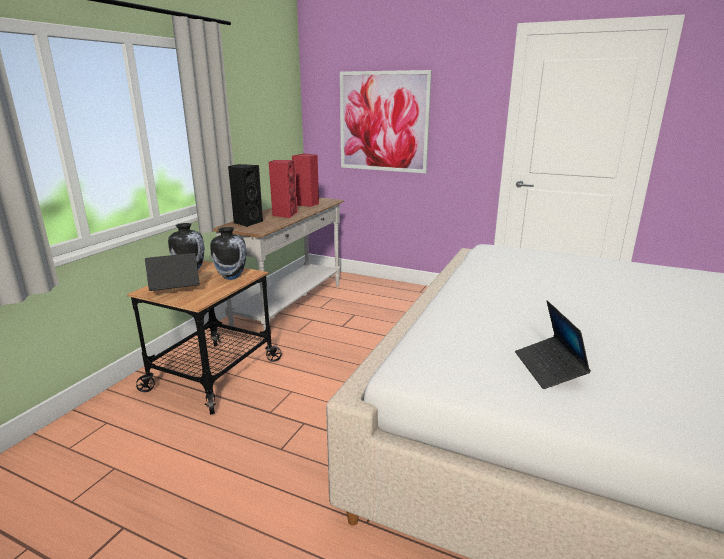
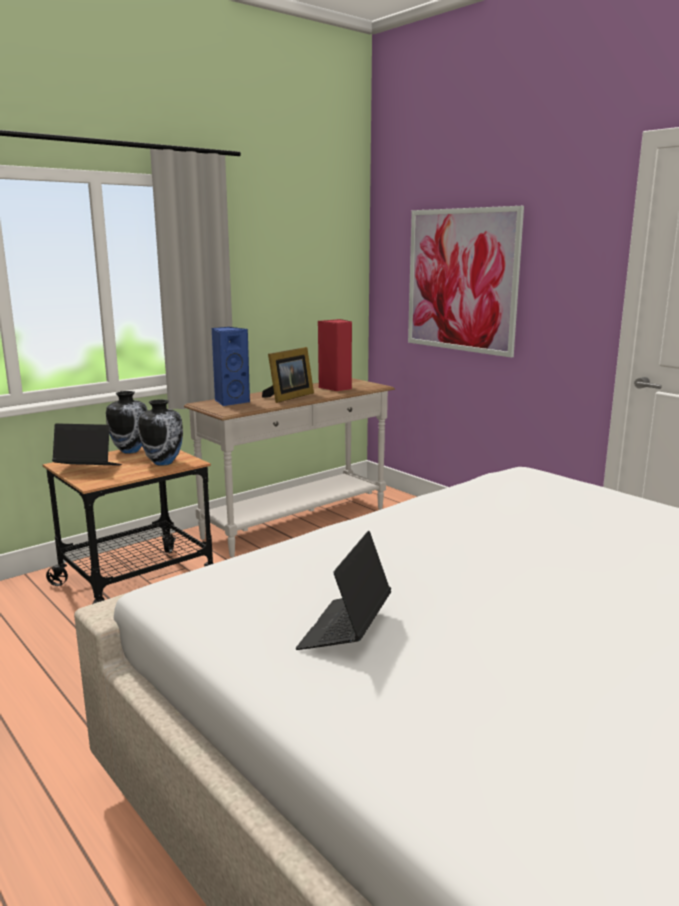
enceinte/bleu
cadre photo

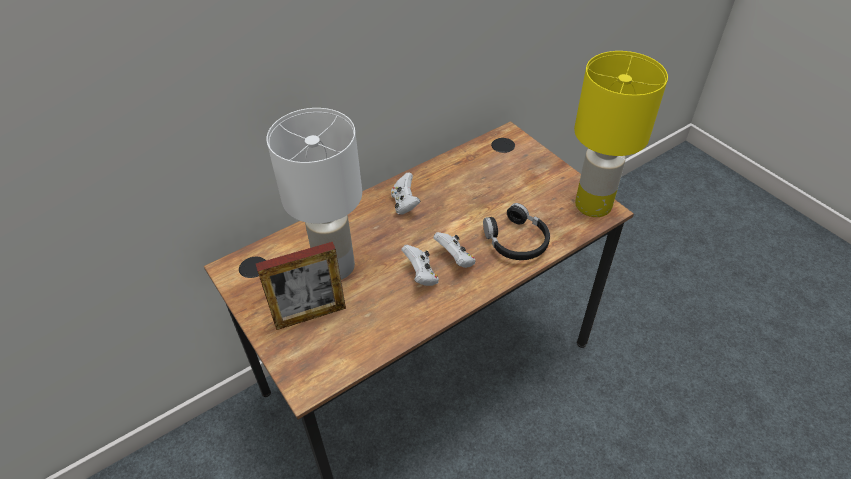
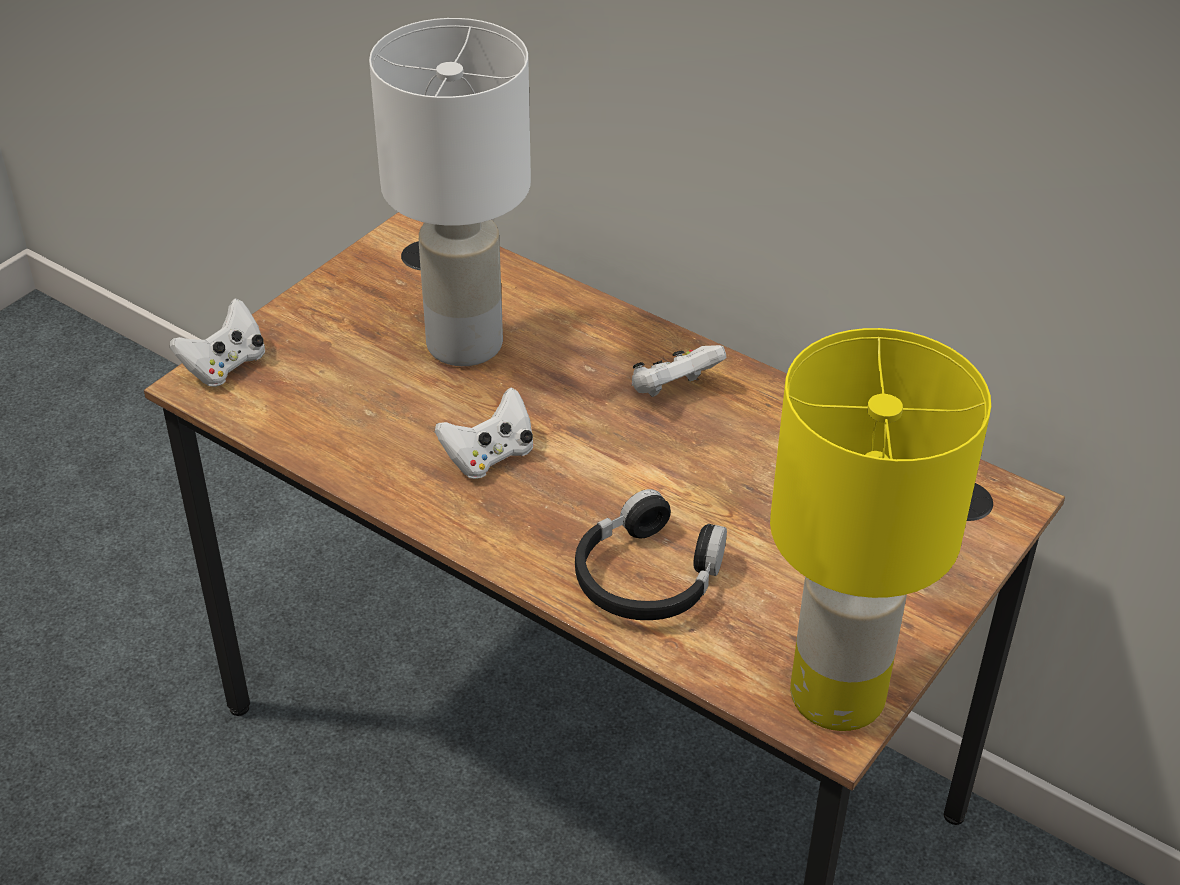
manette/blanc (no. 1 from left)
cadre photo

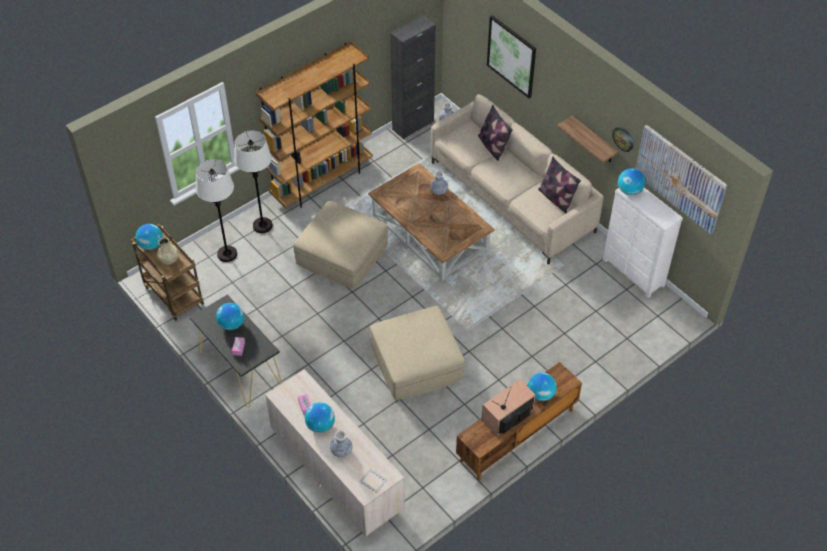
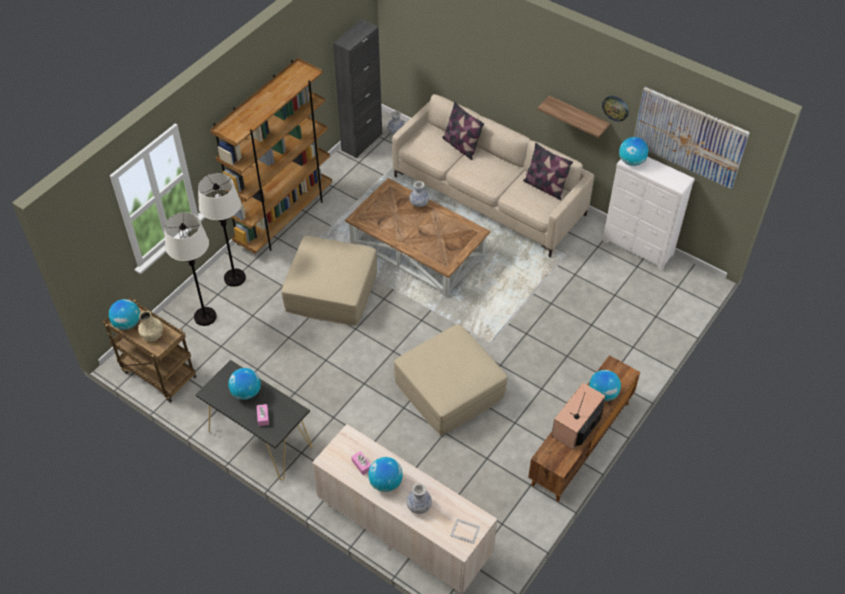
tableau (no. 1 from left in the first image)

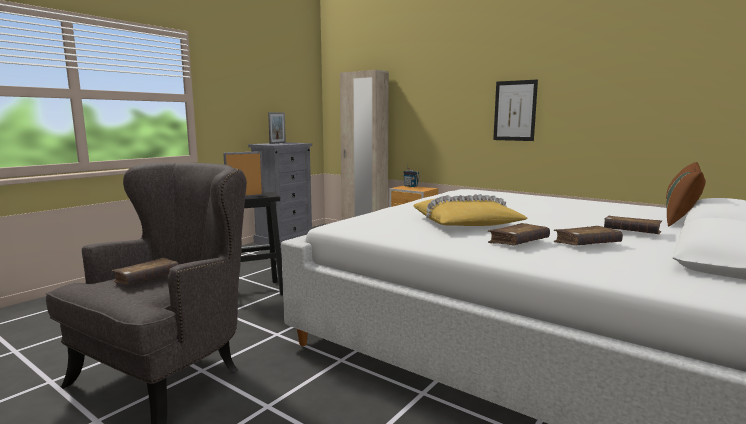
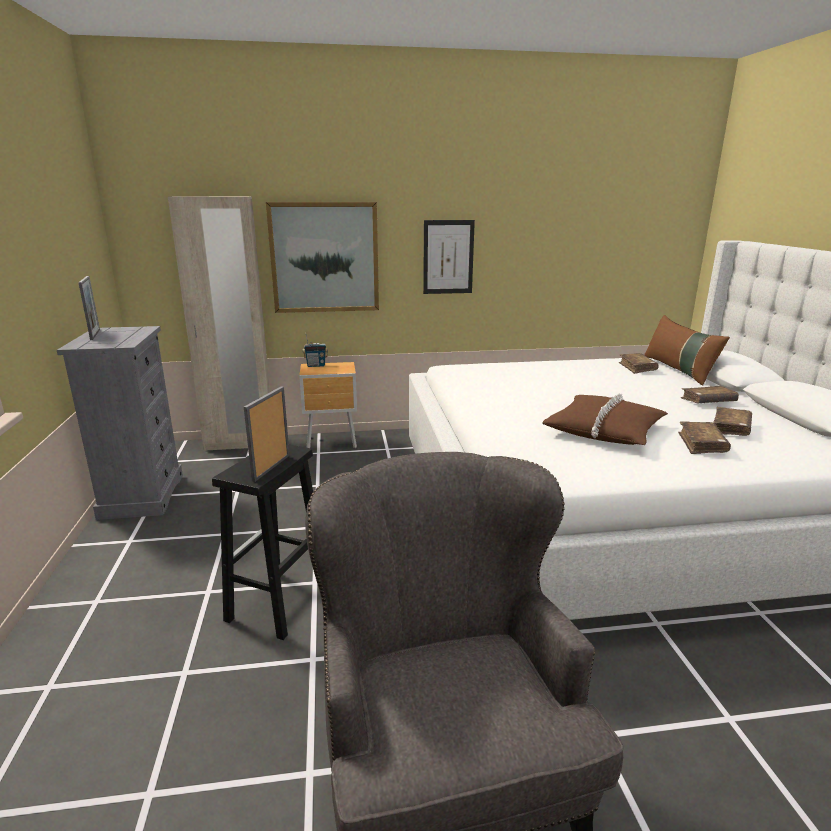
tableau (no. 1 from left)
coussin/marron (no. 1 from left)
livre/marron (no. 1 from left)

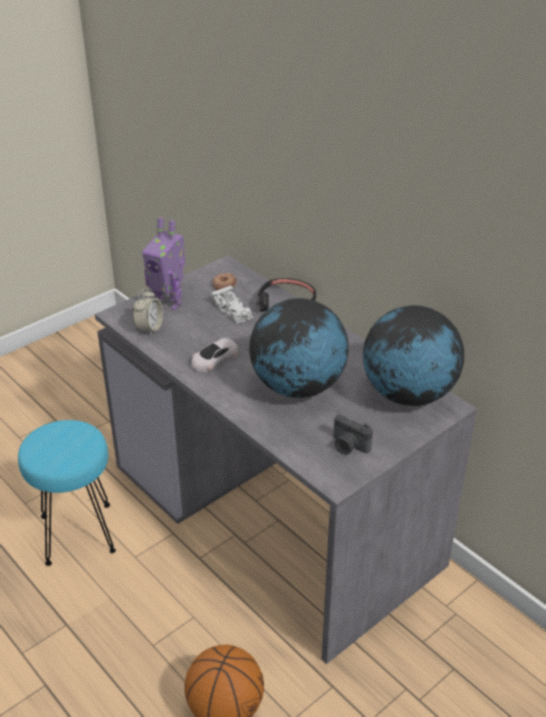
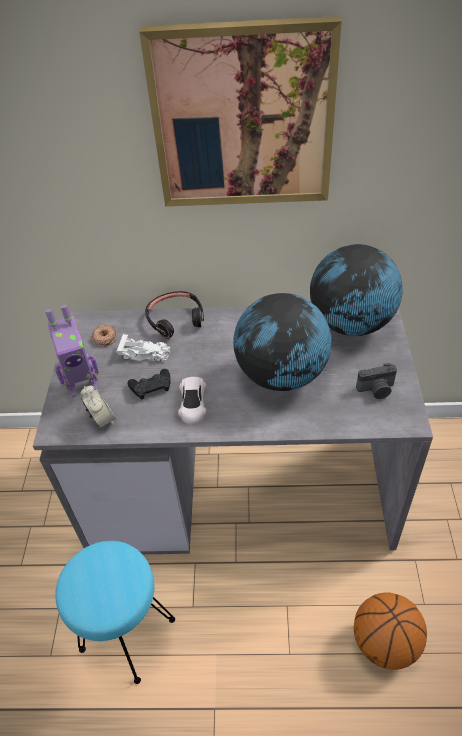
manette/noir
tableau

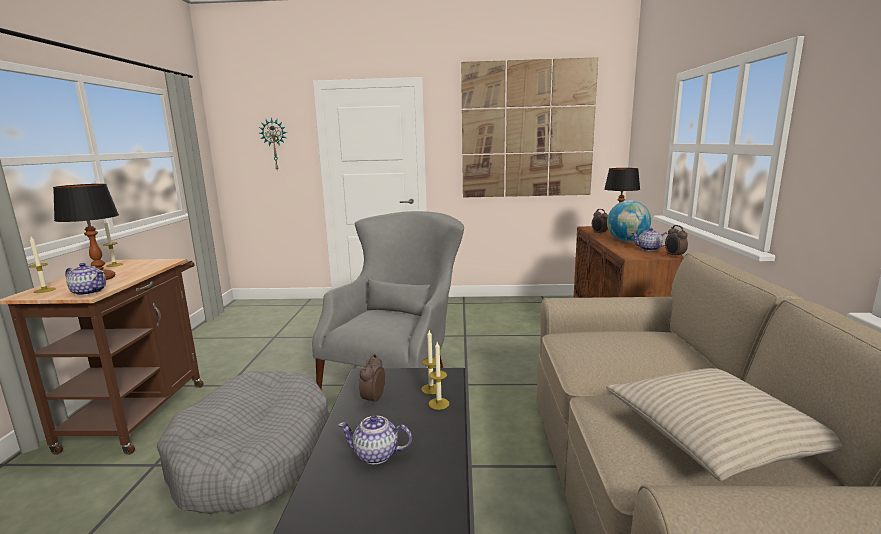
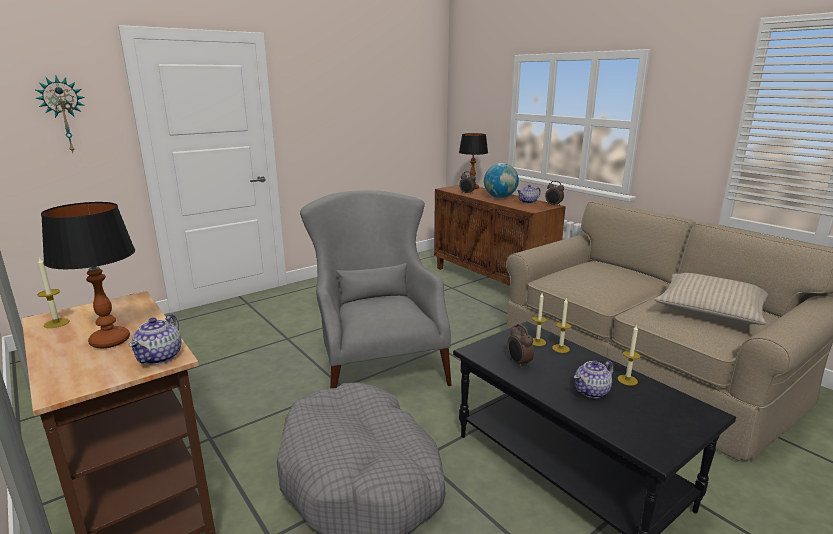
théière (no. 1 from left)
bougie (no. 4 from left)
tableau

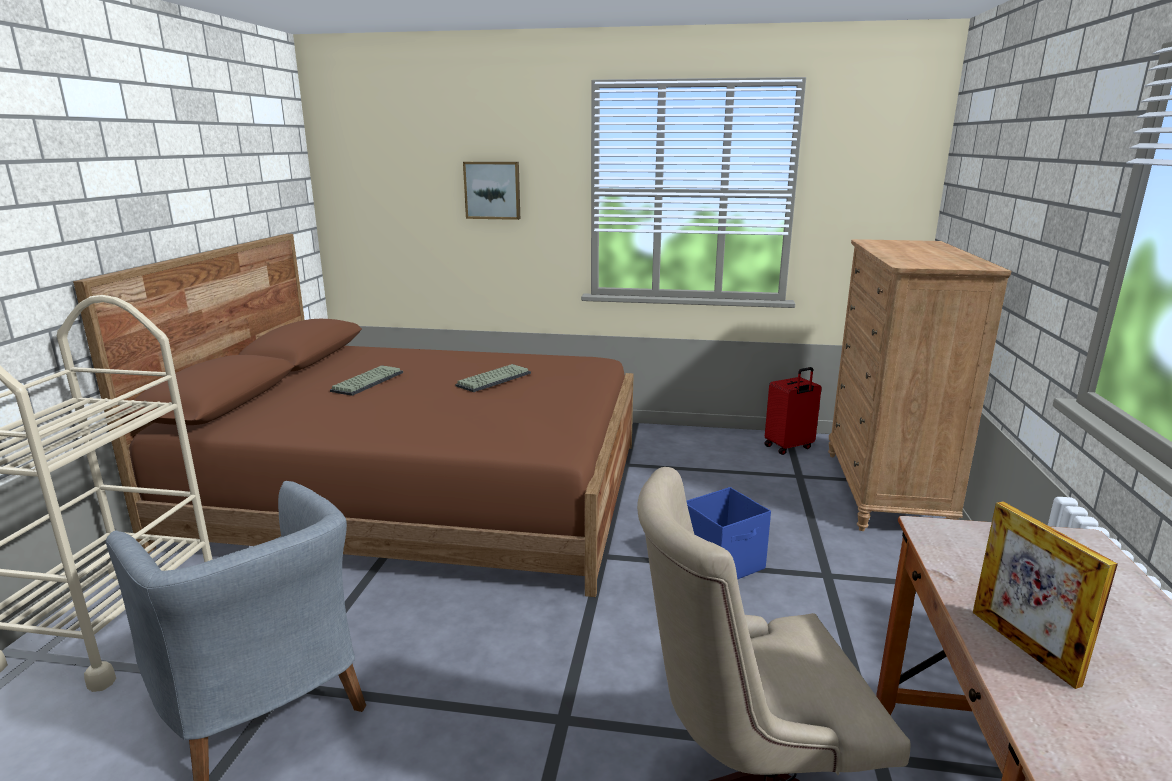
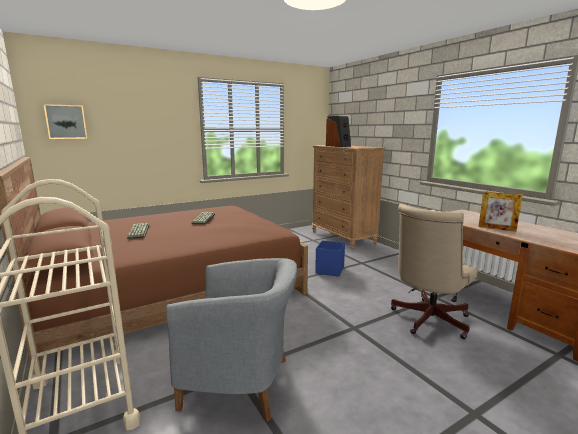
tableau
enceinte
valise/rouge

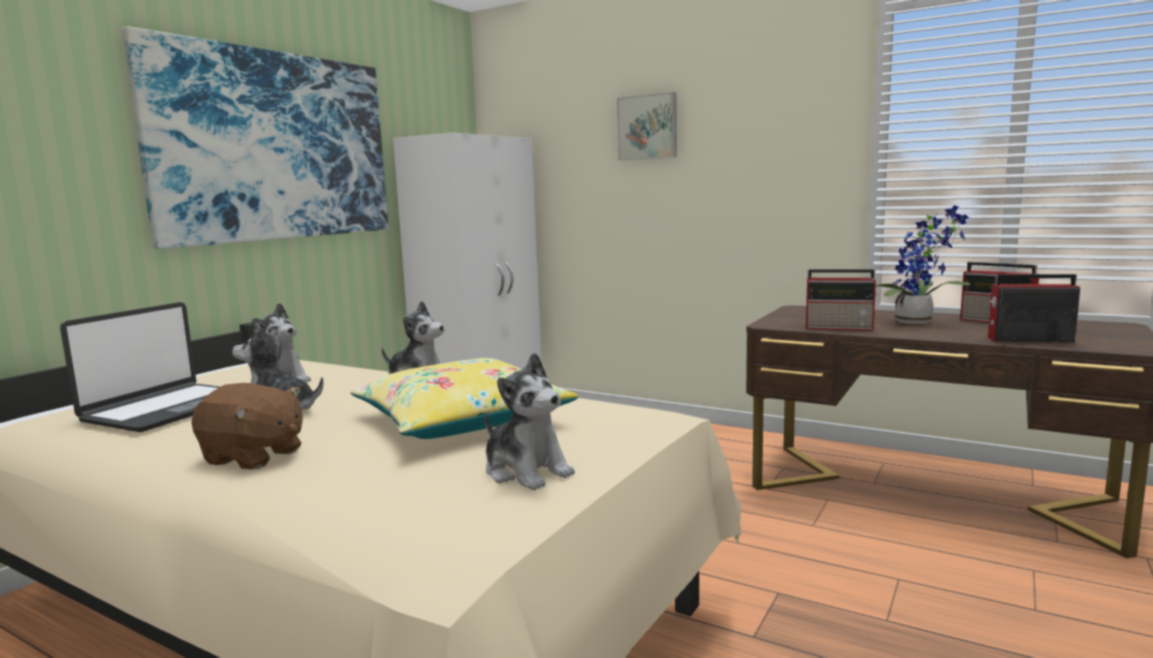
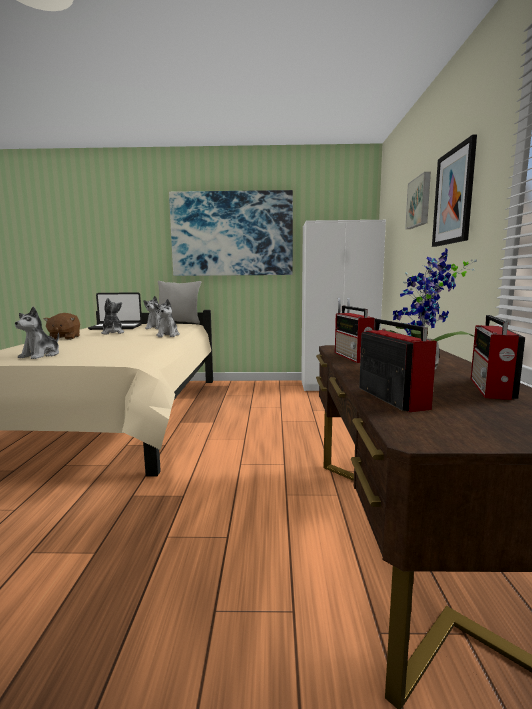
coussin/gris
tableau (no. 3 from left)
coussin/jaune

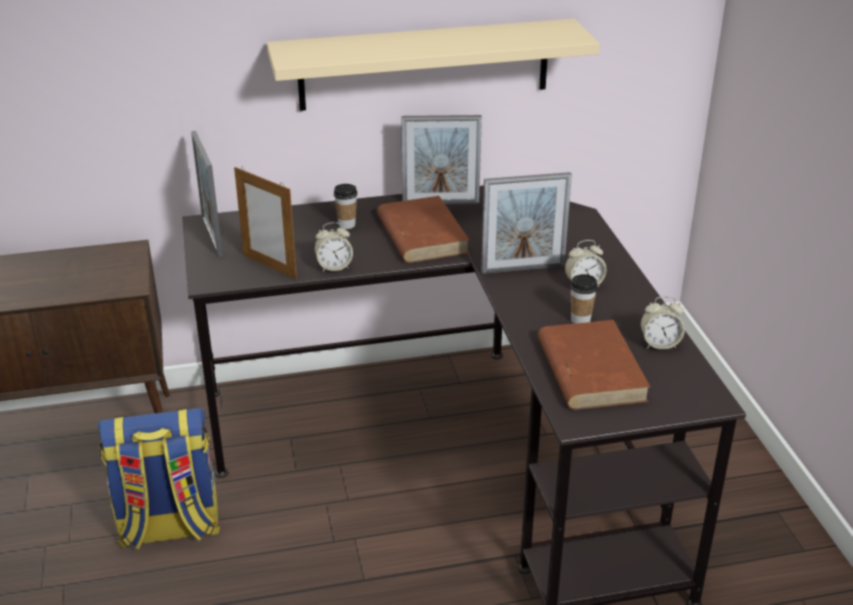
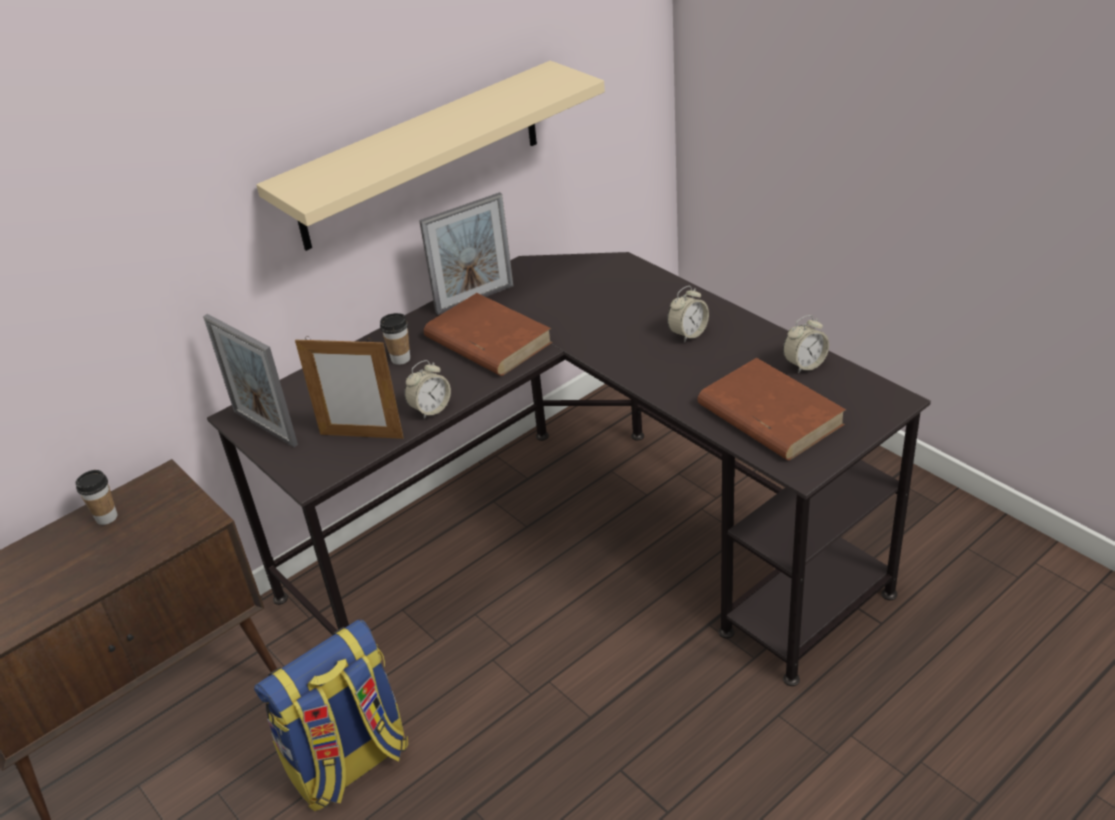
tasse (no. 1 from left)
cadre photo (no. 4 from left in the first image)

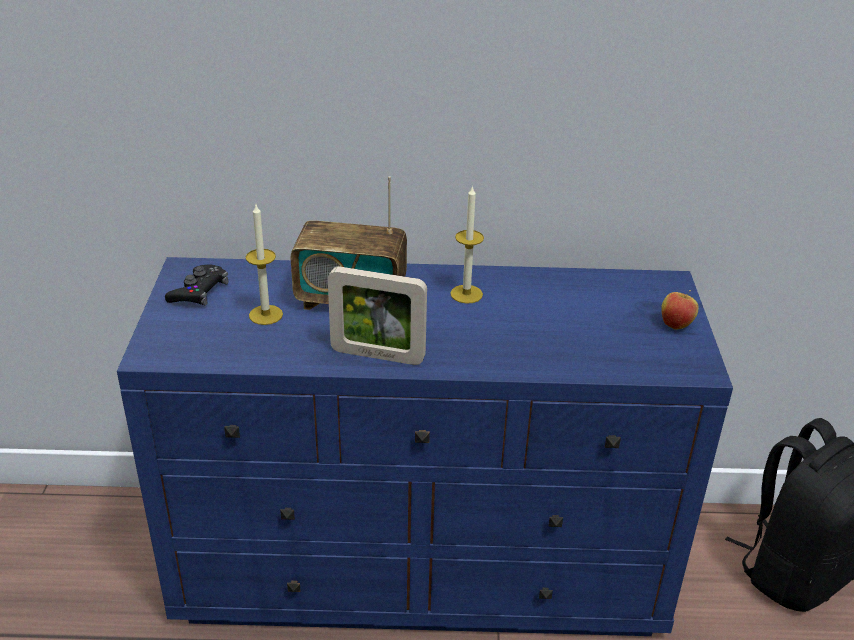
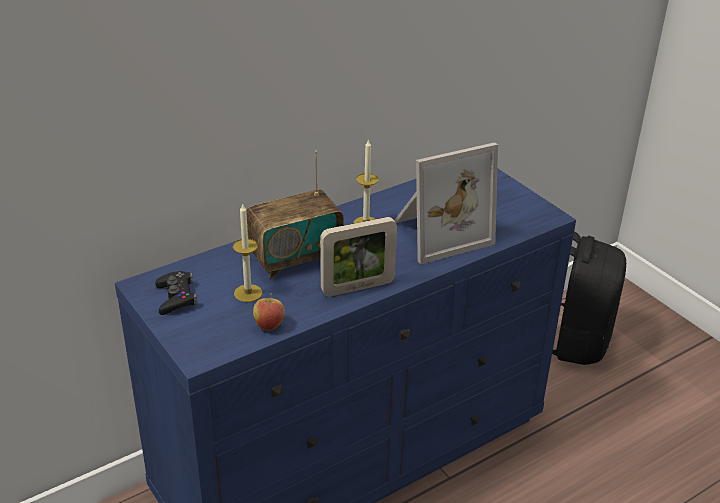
pomme
cadre photo (no. 2 from left)

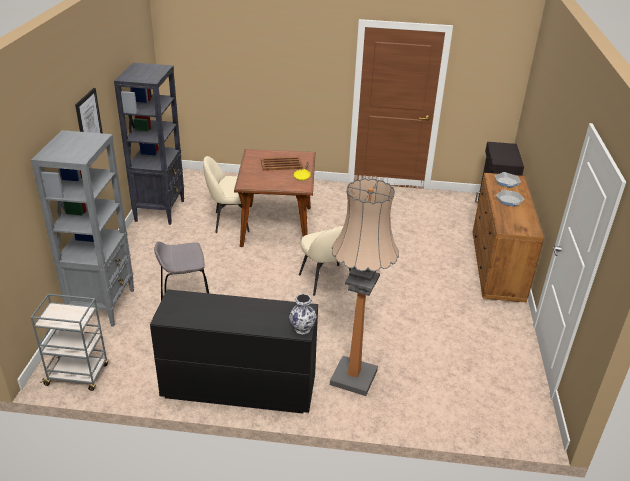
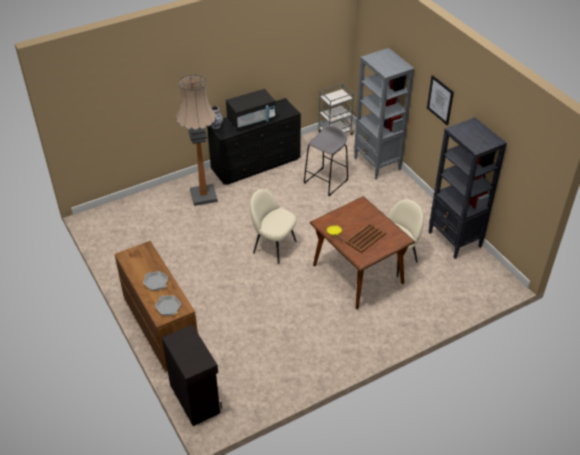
micro-ondes/noir

